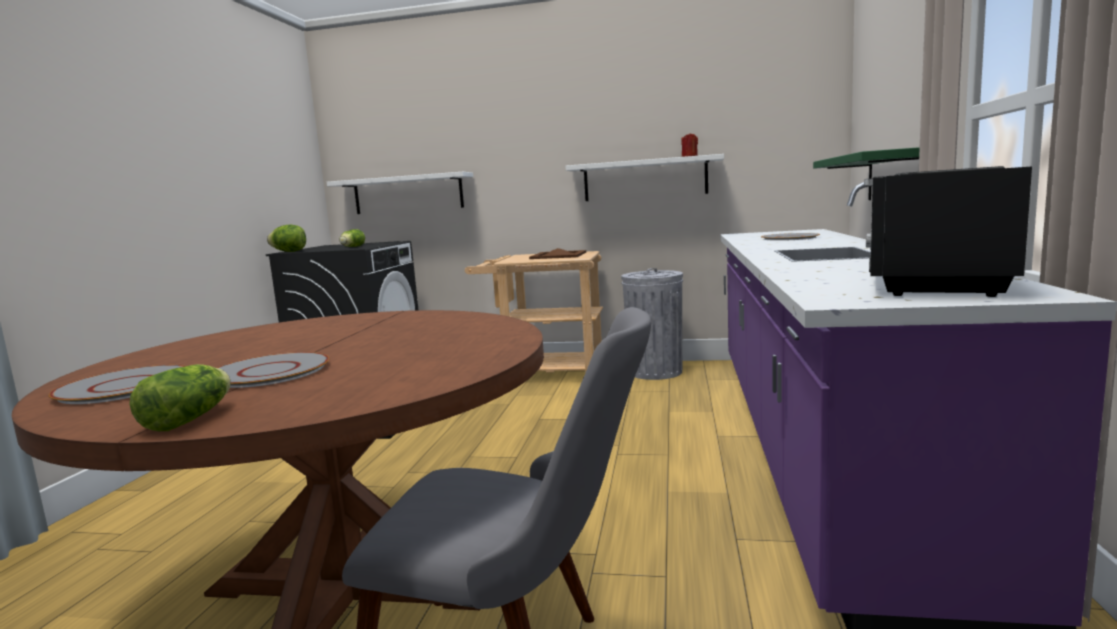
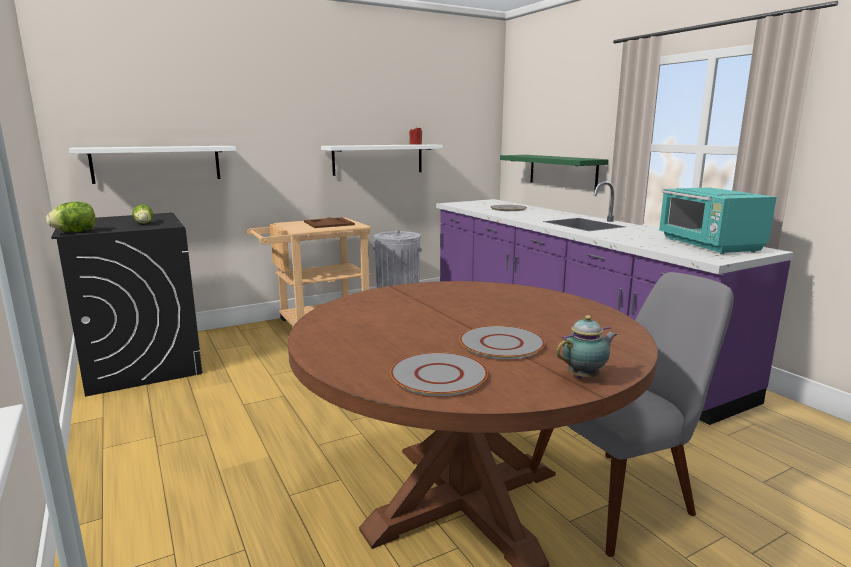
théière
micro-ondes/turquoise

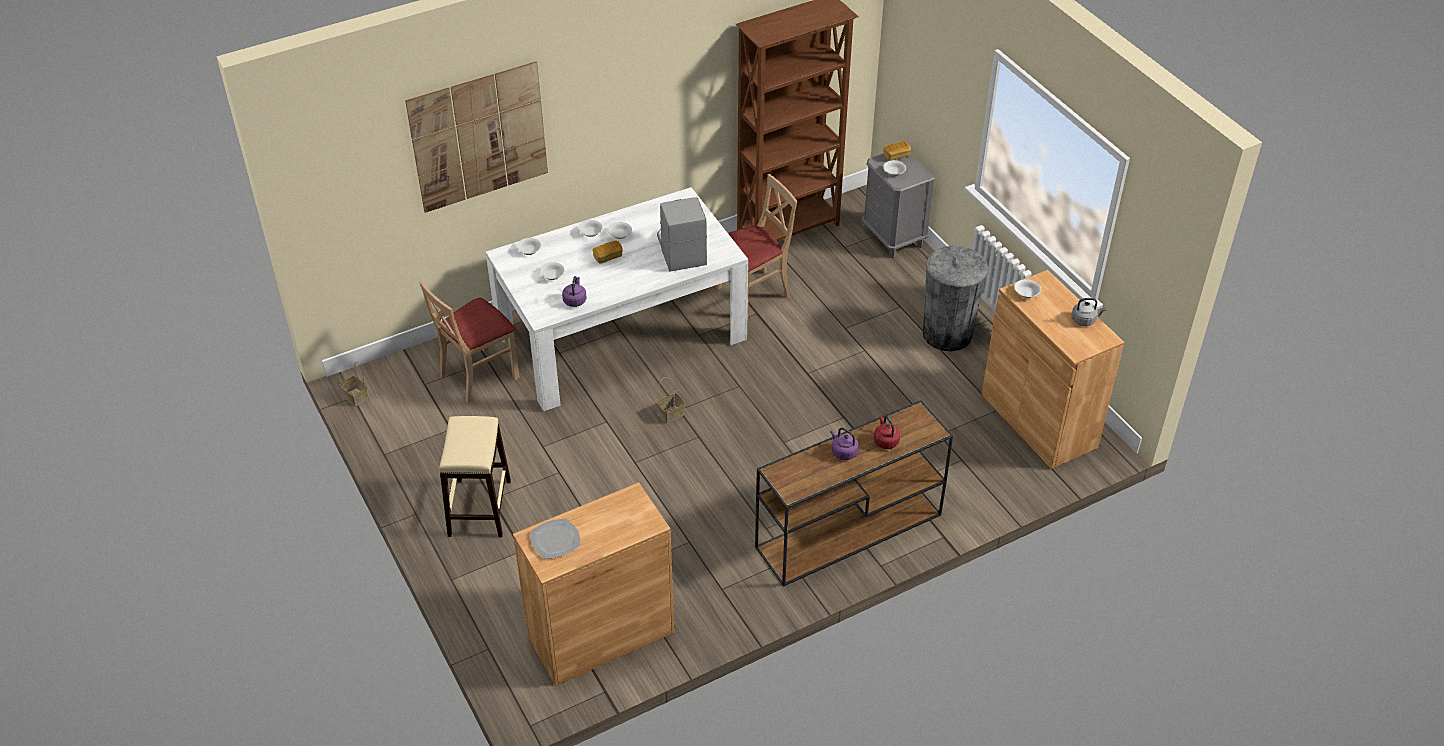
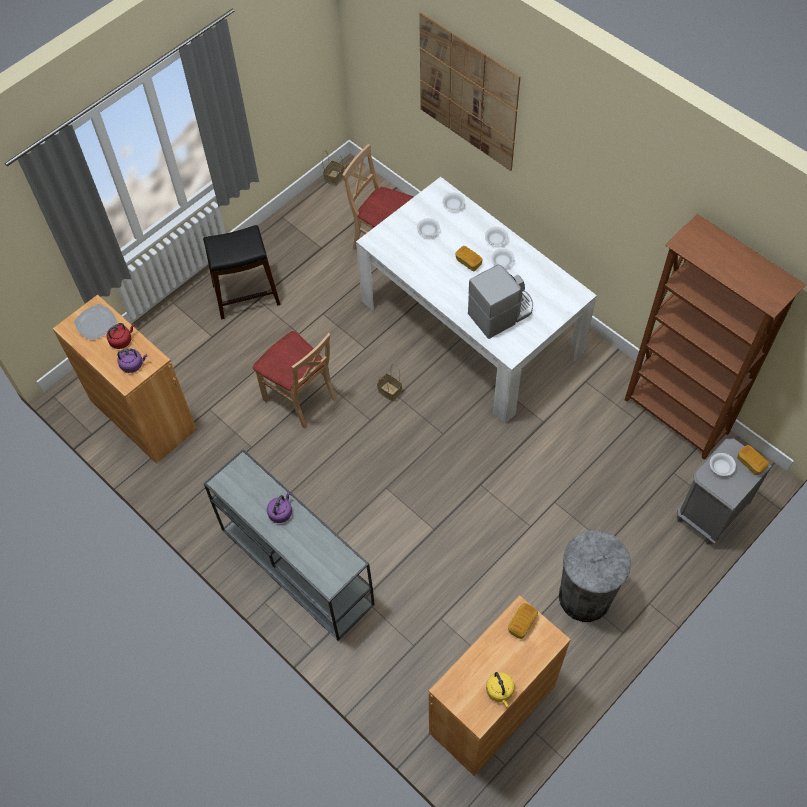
bouilloire/rouge
bouilloire/violet (no. 1 from left)
tabouret/noir
table console/gris
chaise/beige (no. 1 from left)
bouilloire/jaune
pain (no. 2 from left)

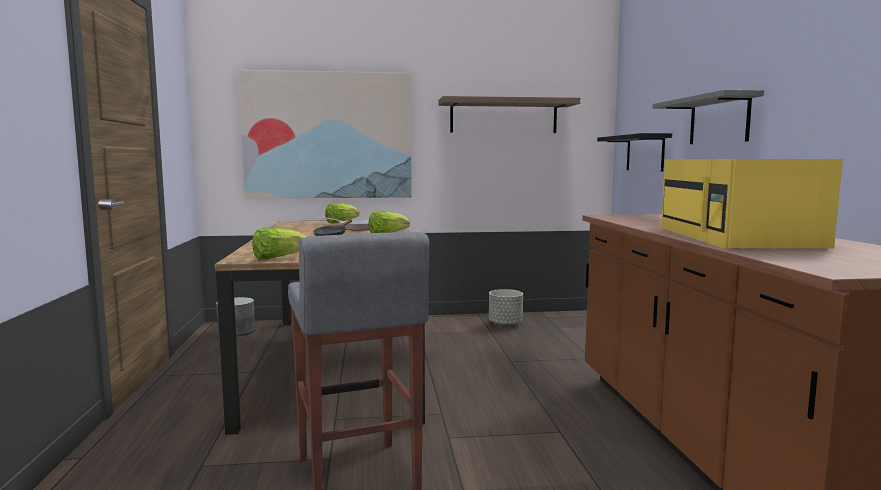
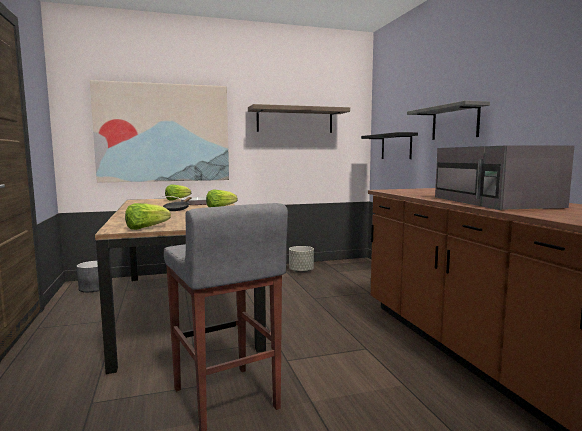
micro-ondes/gris

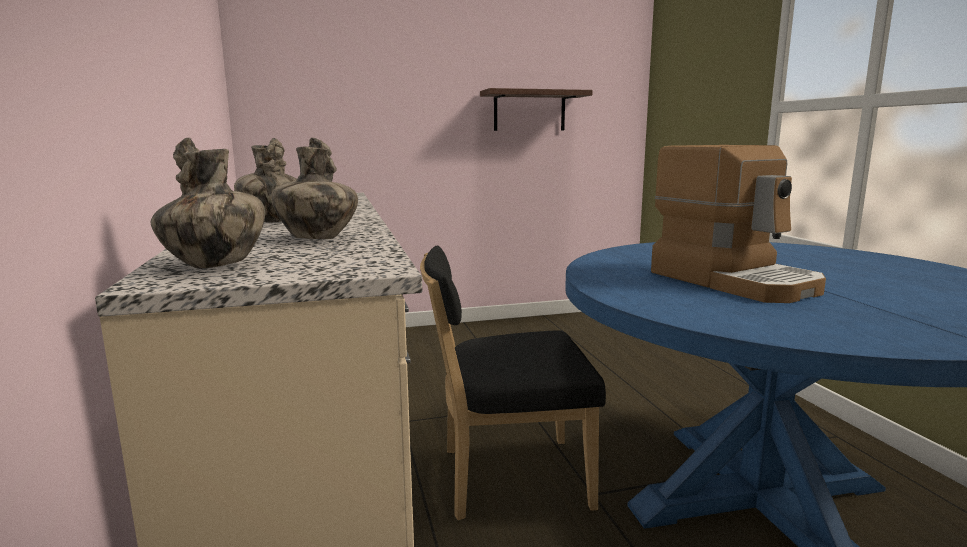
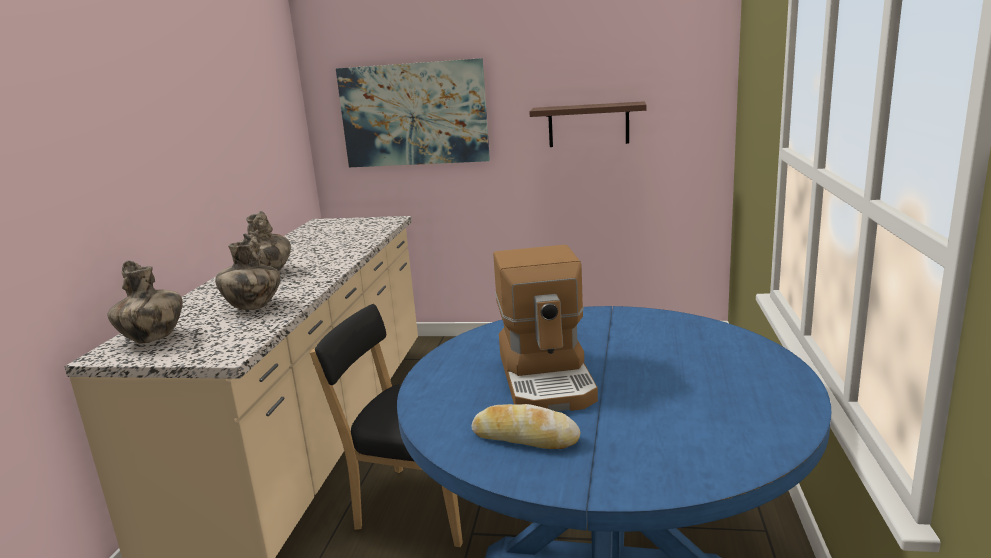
tableau
pain

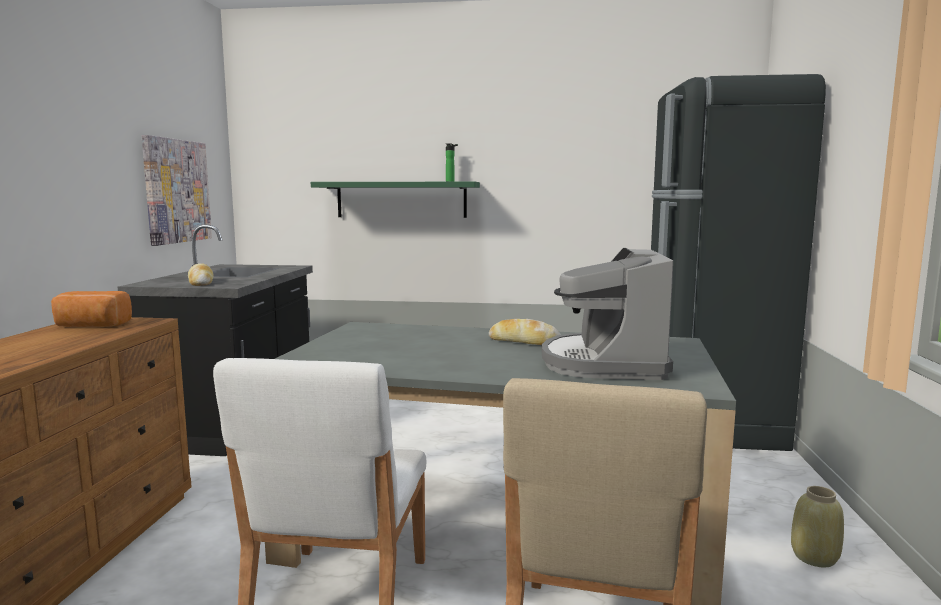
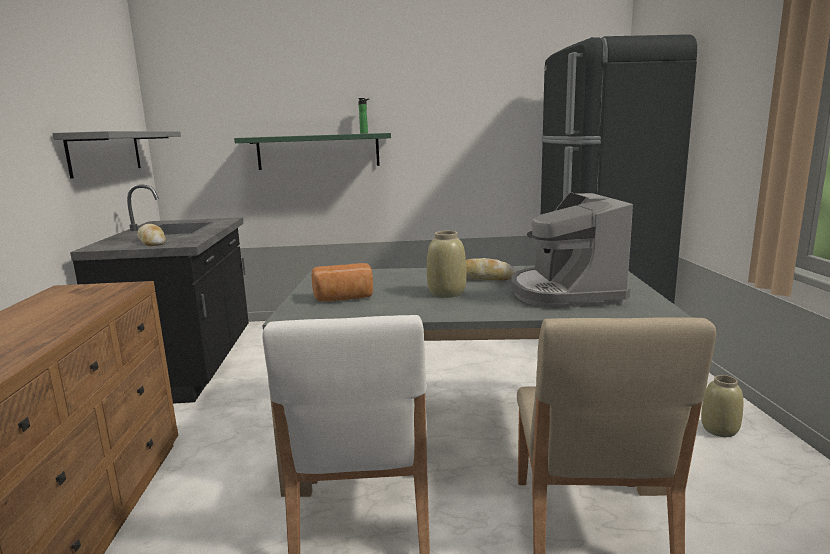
étagère/gris
pain (no. 2 from left)
vase/beige (no. 1 from left)

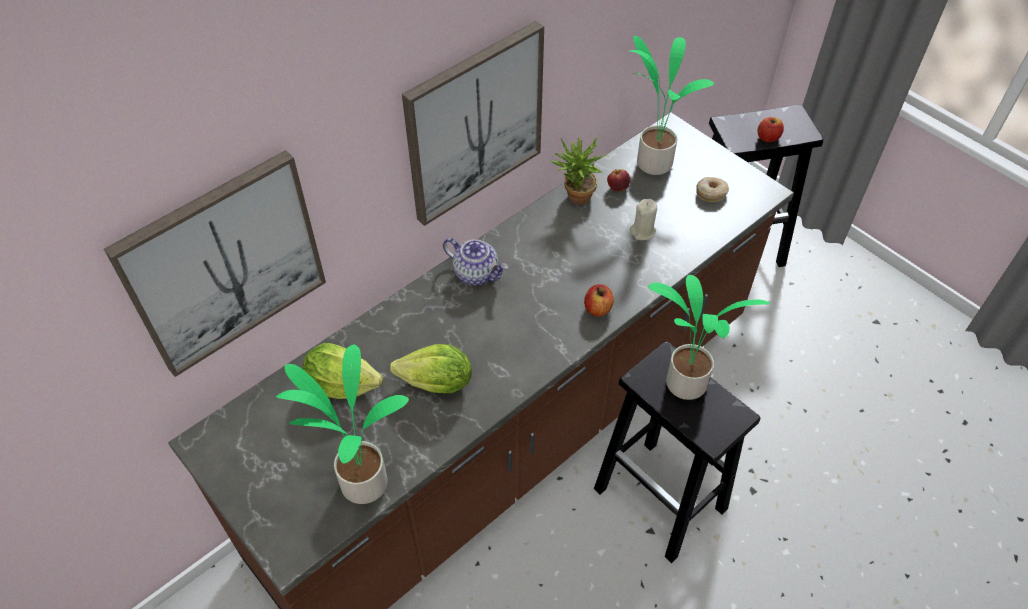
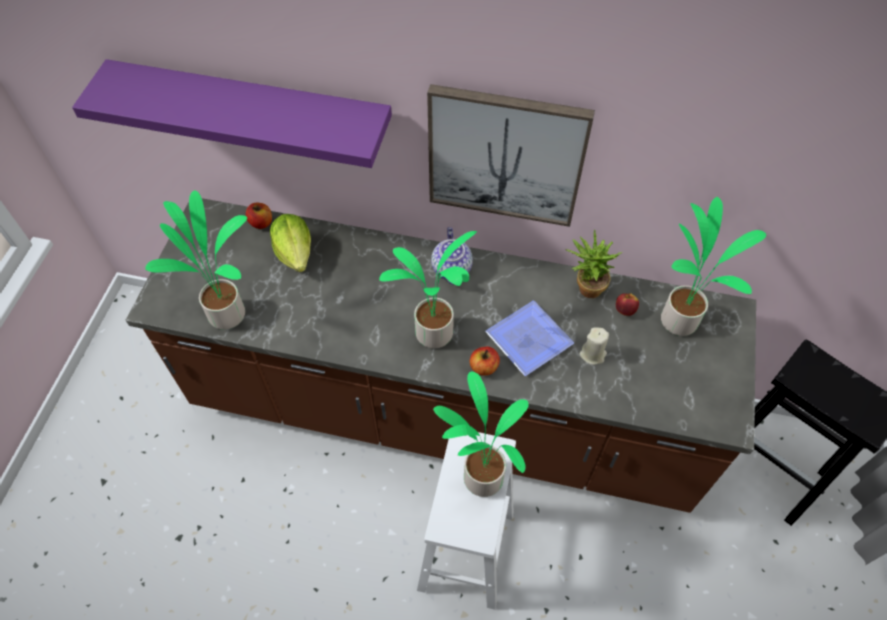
étagère/violet
pomme (no. 1 from left)
plante en pot (no. 2 from left)
tabouret/blanc
assiette
laitue (no. 2 from left in the first image)
beignet

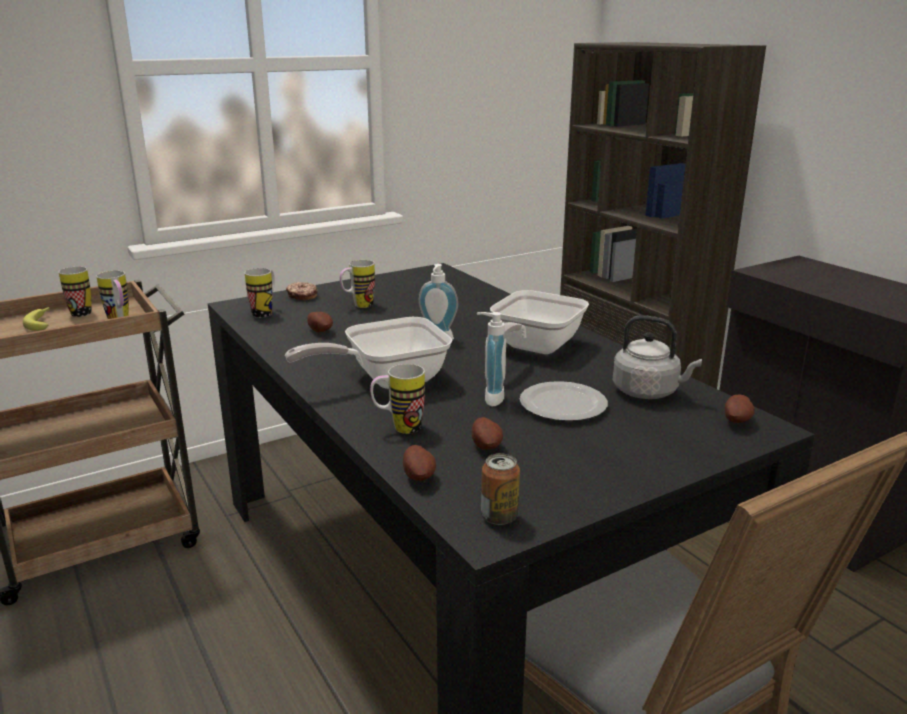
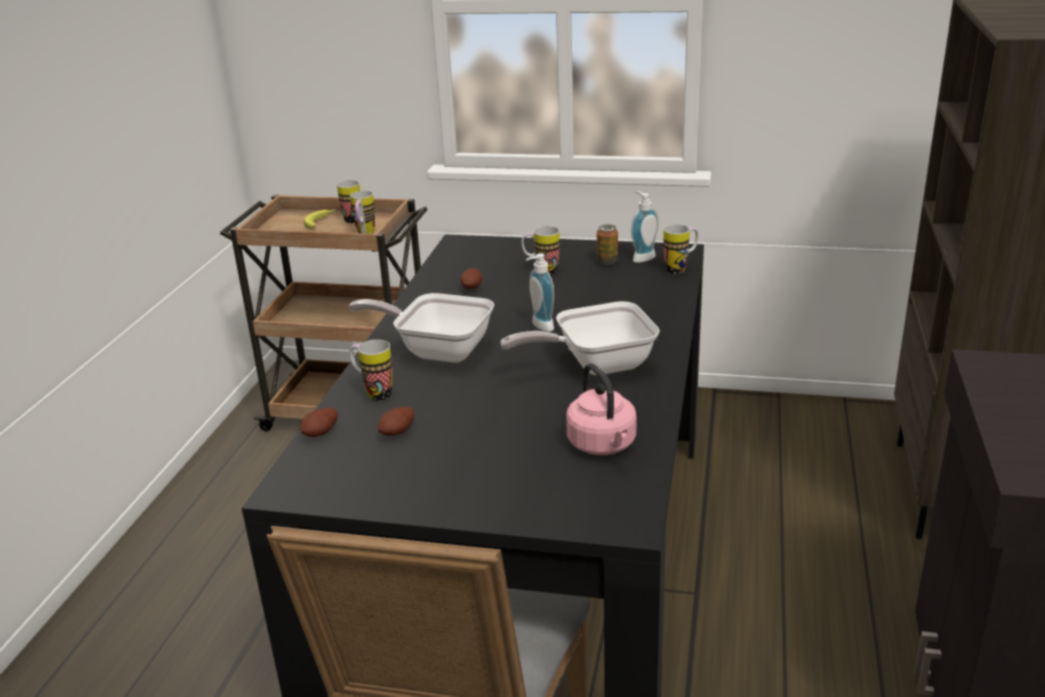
bouilloire/rose
boîte métallique
distributeur de savon (no. 2 from left)
mug (no. 5 from left)
beignet
assiette
pomme de terre (no. 4 from left in the first image)

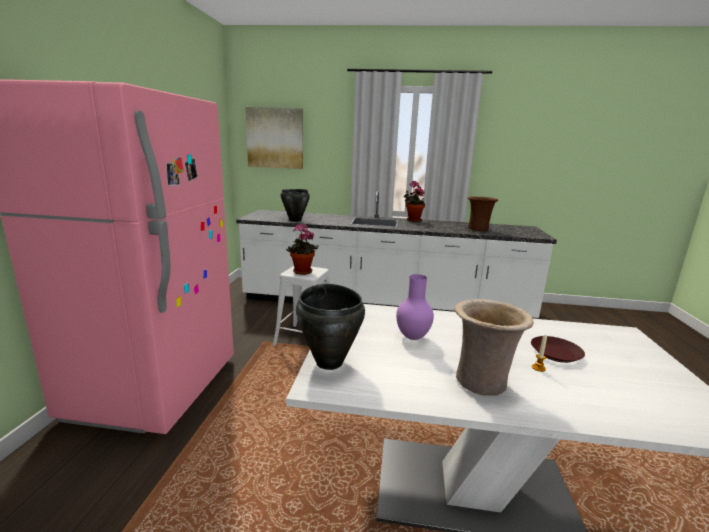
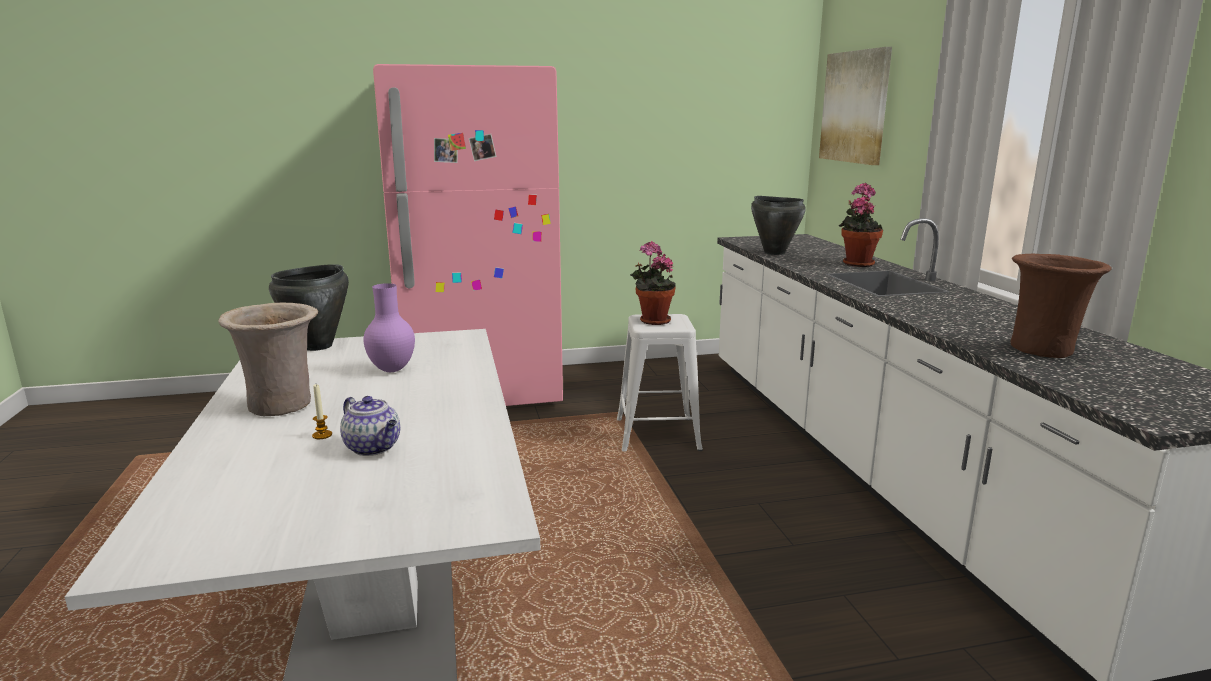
théière
plante en pot (no. 2 from left)

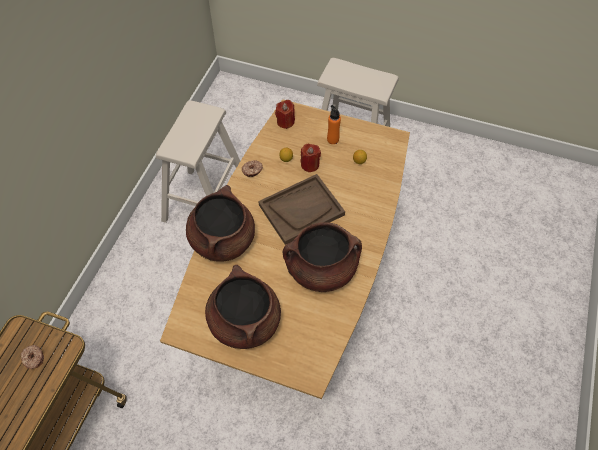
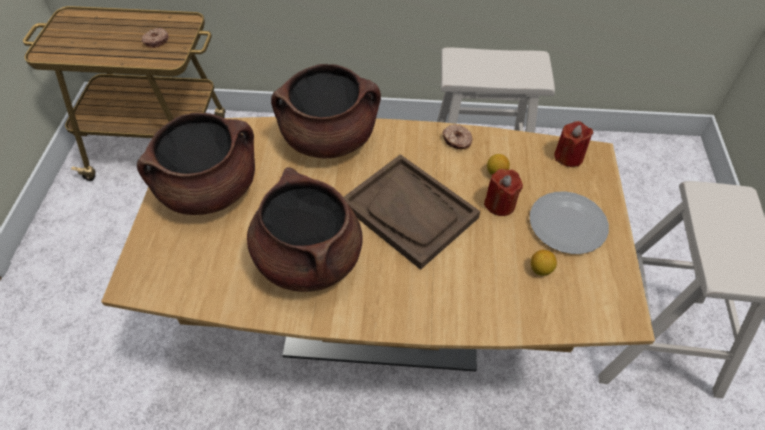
assiette

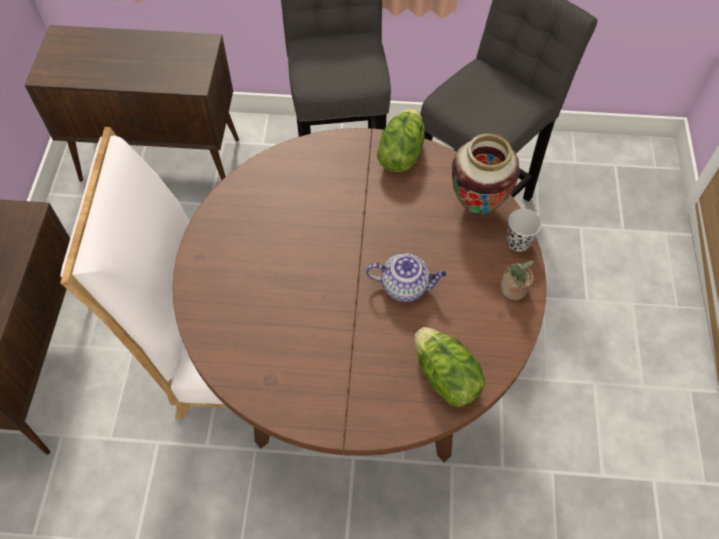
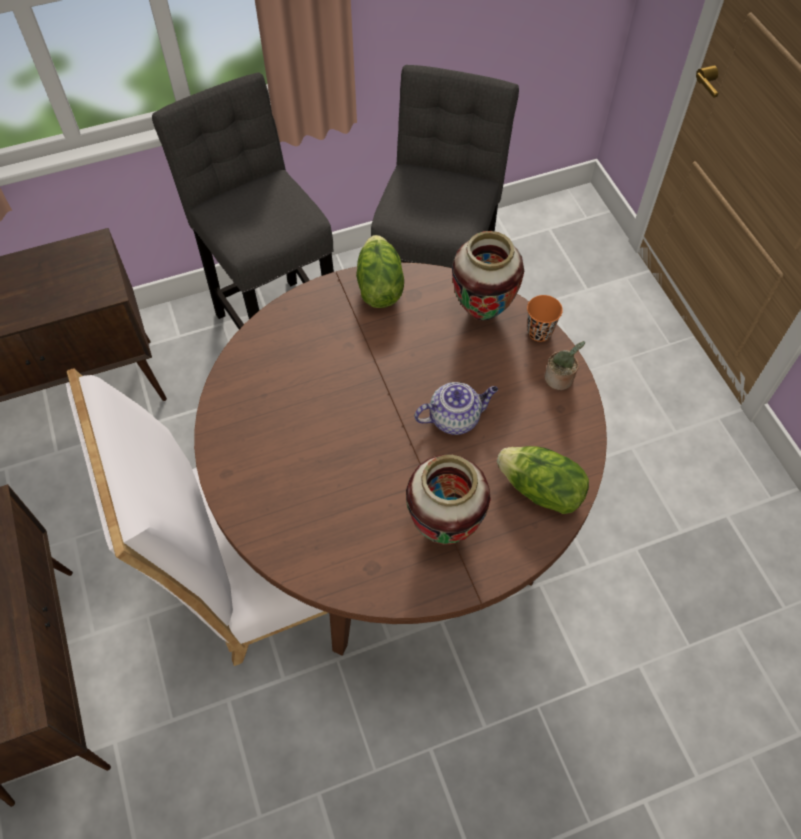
vase (no. 1 from left)
tasse/orange

